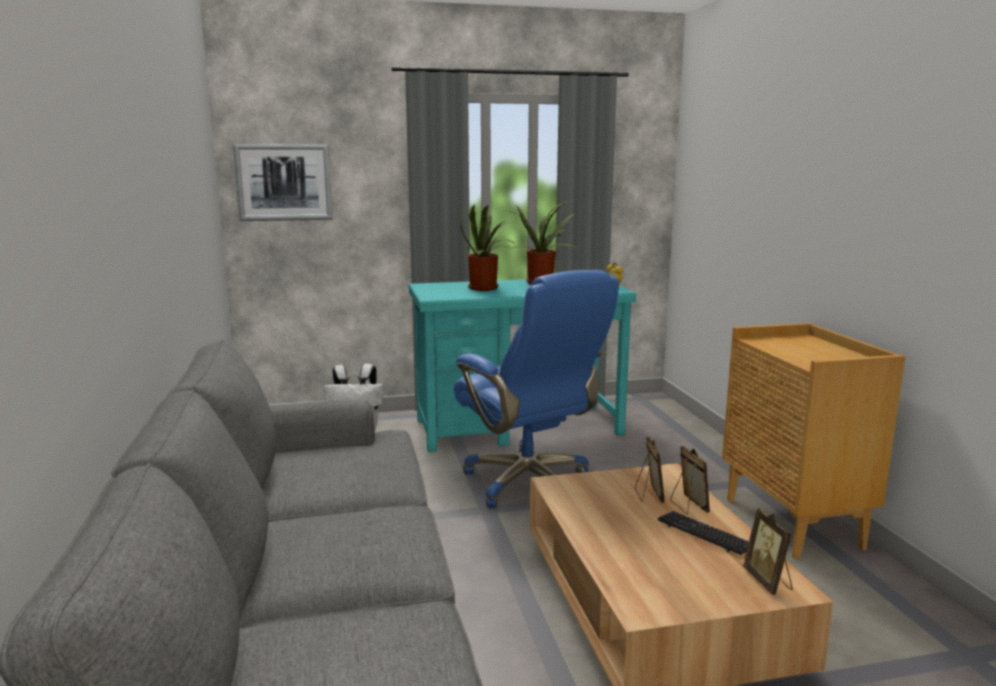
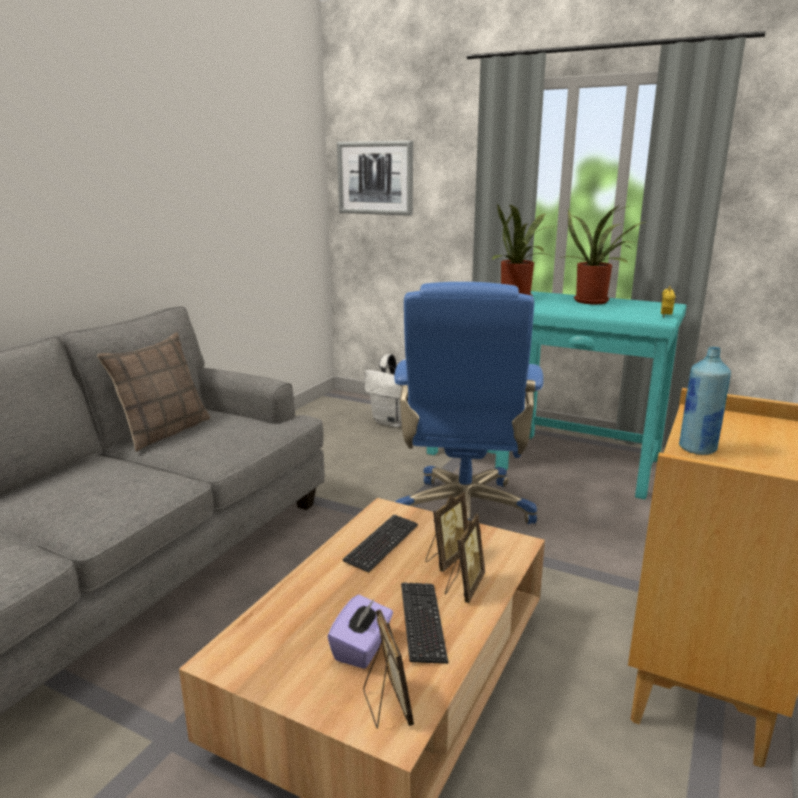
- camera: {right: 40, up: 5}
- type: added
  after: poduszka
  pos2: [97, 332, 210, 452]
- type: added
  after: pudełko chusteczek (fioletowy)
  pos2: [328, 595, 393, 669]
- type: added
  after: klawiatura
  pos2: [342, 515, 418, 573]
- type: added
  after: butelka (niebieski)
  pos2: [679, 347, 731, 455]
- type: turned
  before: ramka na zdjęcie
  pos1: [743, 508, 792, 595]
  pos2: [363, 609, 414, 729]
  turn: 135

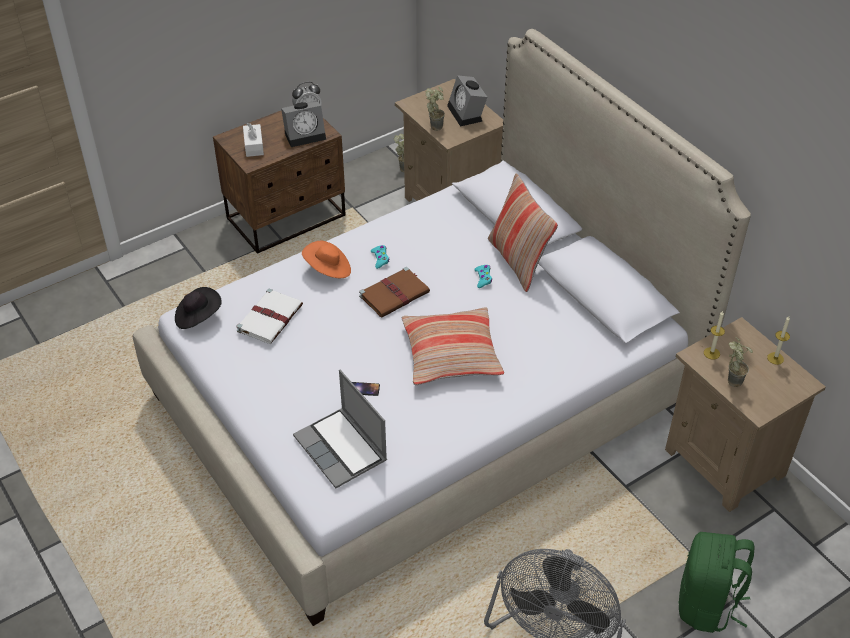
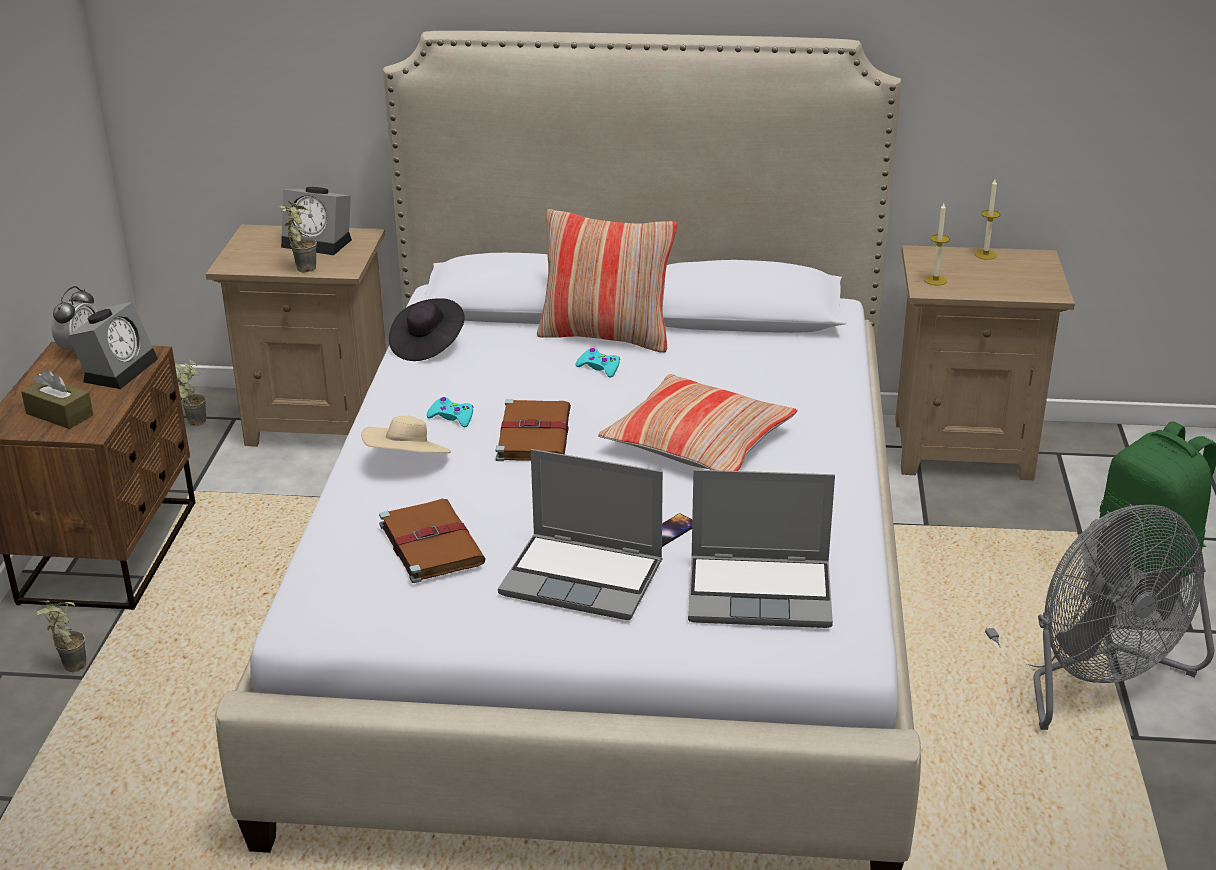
- camera: {right: -50, up: -15}
- type: added
  after: laptop
  pos2: [498, 449, 663, 620]
- type: moved
  before: kapelusz (czarny)
  pos1: [175, 287, 222, 329]
  pos2: [389, 298, 464, 361]
- type: moved
  before: roślina doniczkowa
  pos1: [728, 336, 753, 387]
  pos2: [37, 600, 87, 672]
- type: recoloured
  before: książka (biały)
  after: książka (brązowy)
  pos1: [236, 288, 303, 344]
  pos2: [379, 499, 486, 583]
- type: recoloured
  before: pudełko chusteczek (biały)
  after: pudełko chusteczek (brązowy)
  pos1: [243, 123, 264, 157]
  pos2: [21, 369, 93, 429]
- type: recoloured
  before: kapelusz (pomarańczowy)
  after: kapelusz (beżowy)
  pos1: [302, 241, 351, 278]
  pos2: [361, 415, 451, 453]

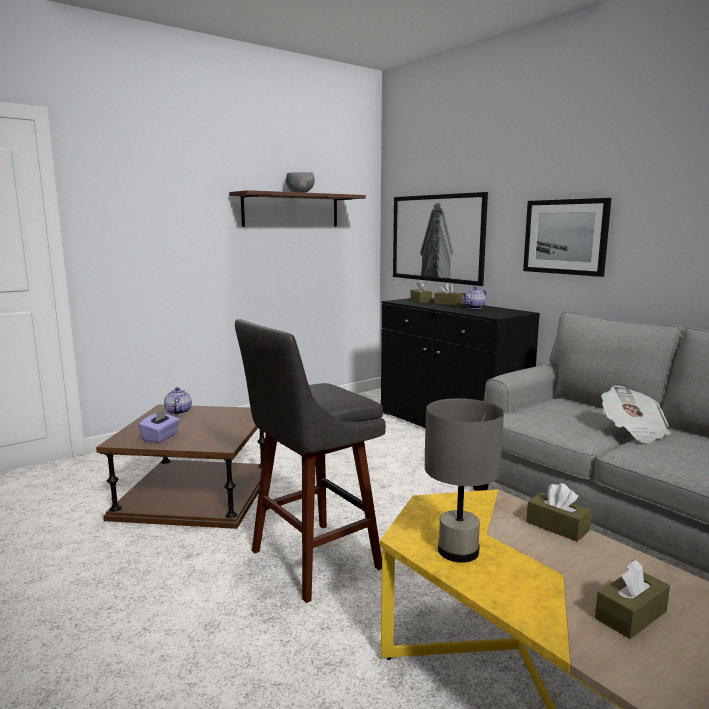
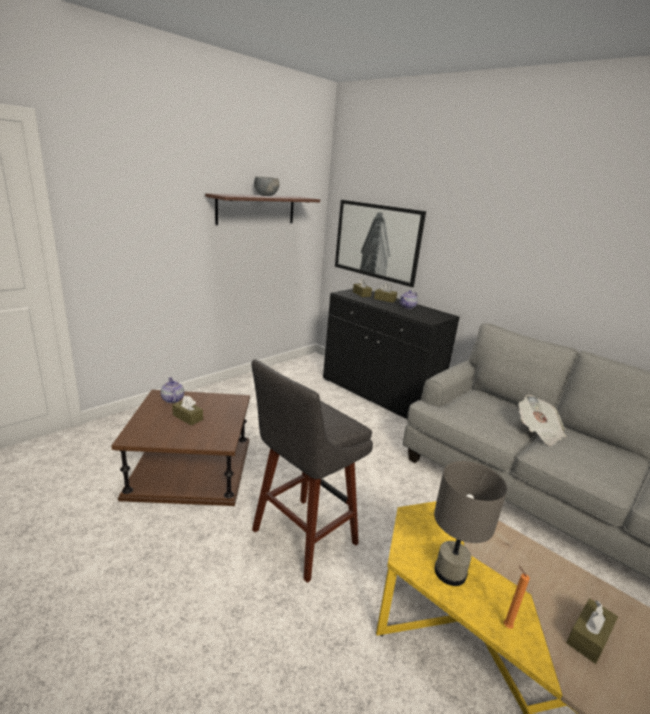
- camera: {right: -10, up: 10}
- type: removed
  before: pudełko chusteczek (fioletowy)
  pos1: [138, 408, 180, 443]
- type: removed
  before: obraz
  pos1: [523, 198, 612, 277]
- type: added
  after: świeca (pomarańczowy)
  pos2: [504, 566, 530, 629]
- type: moved
  before: pudełko chusteczek (brązowy)
  pos1: [526, 483, 592, 542]
  pos2: [172, 396, 203, 425]

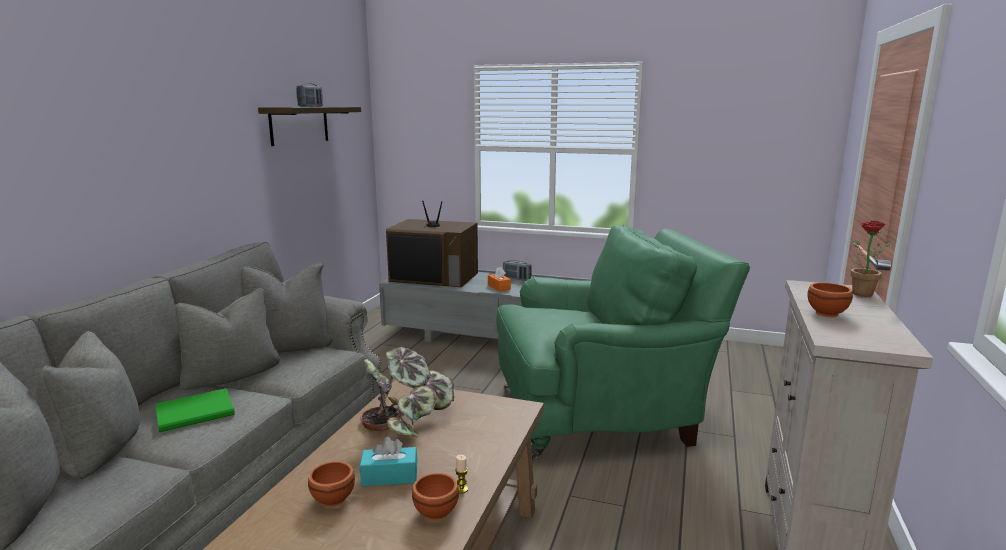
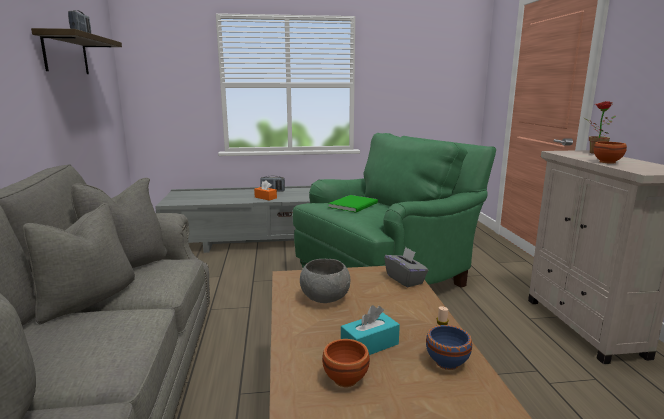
- camera: {right: -25, up: 0}
- type: removed
  before: telewizor
  pos1: [386, 200, 478, 287]
- type: added
  after: pudełko chusteczek (szary)
  pos2: [384, 247, 429, 287]
- type: moved
  before: książka (zielony)
  pos1: [156, 389, 235, 432]
  pos2: [328, 195, 378, 213]
- type: replaced
  before: roślina doniczkowa
  after: miska (szary)
  pos1: [360, 347, 454, 437]
  pos2: [300, 259, 350, 303]
- type: recoloured
  before: miska (brązowy)
  after: miska (niebieski)
  pos1: [412, 473, 459, 521]
  pos2: [426, 325, 472, 370]

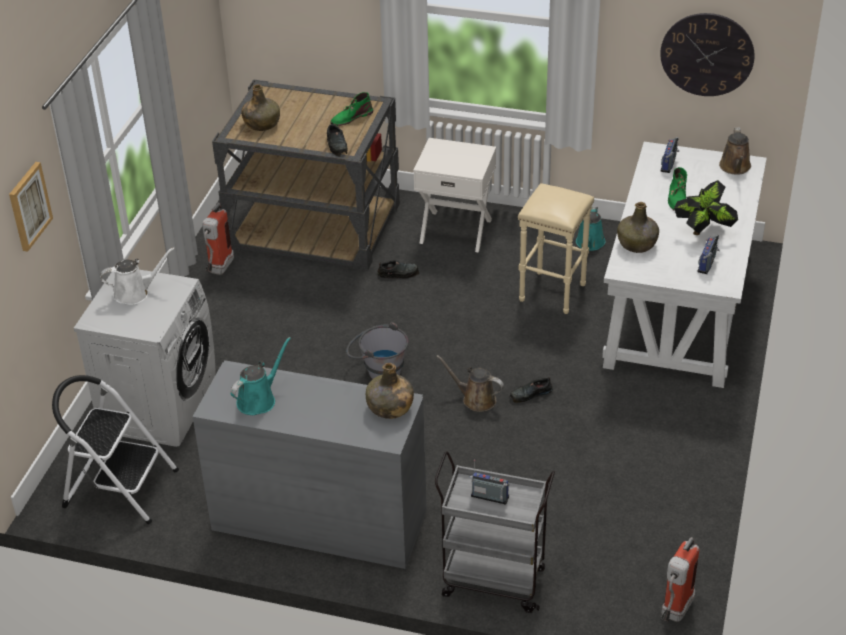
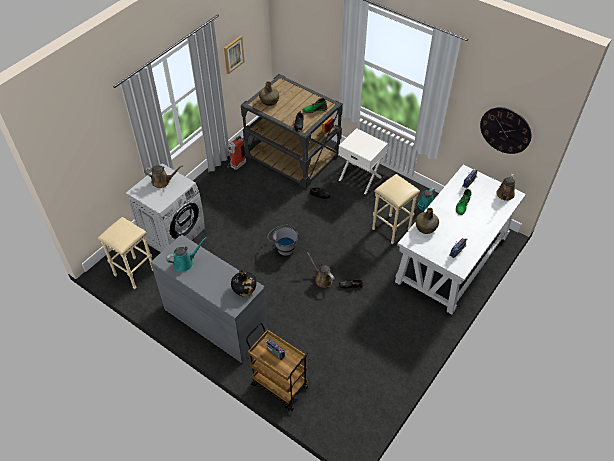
- camera: {right: 20, up: 10}
- type: removed
  before: gaśnica
  pos1: [661, 537, 699, 622]
- type: removed
  before: roślina doniczkowa
  pos1: [674, 180, 738, 235]
- type: moved
  before: obraz
  pos1: [9, 162, 53, 252]
  pos2: [224, 36, 245, 74]
- type: replaced
  before: drabinka
  after: stołek (beżowy)
  pos1: [52, 375, 179, 524]
  pos2: [98, 217, 153, 289]
- type: recoloured
  before: konewka (biały)
  after: konewka (brązowy)
  pos1: [100, 247, 175, 305]
  pos2: [144, 165, 183, 188]
- type: recoloured
  before: butelka (zielony)
  after: butelka (czarny)
  pos1: [366, 363, 414, 419]
  pos2: [231, 269, 257, 296]
- type: recoloured
  before: wózek (szary)
  after: wózek (brązowy)
  pos1: [435, 451, 555, 613]
  pos2: [246, 323, 308, 411]

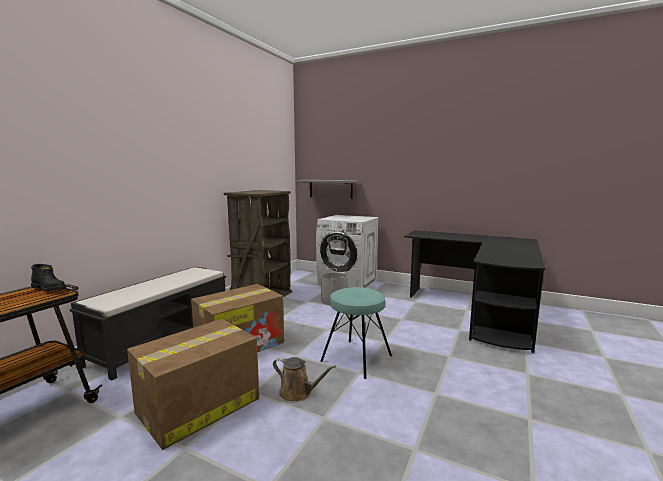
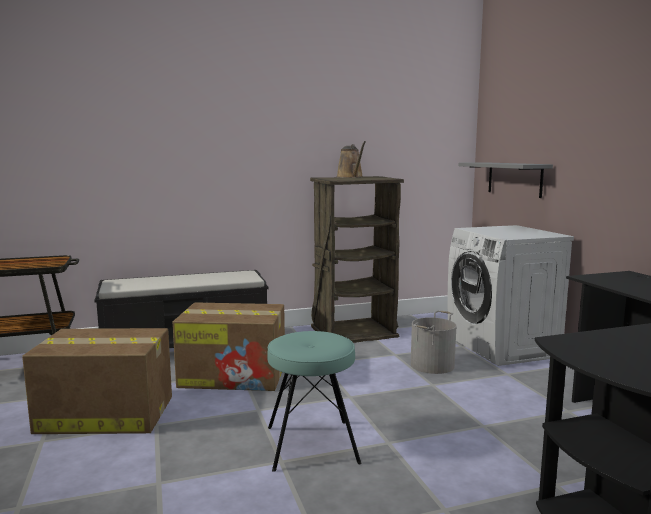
- camera: {right: 45, up: 0}
- type: removed
  before: but z cholewką (czarny)
  pos1: [31, 264, 66, 291]
- type: moved
  before: konewka (brązowy)
  pos1: [273, 357, 336, 402]
  pos2: [336, 141, 366, 178]

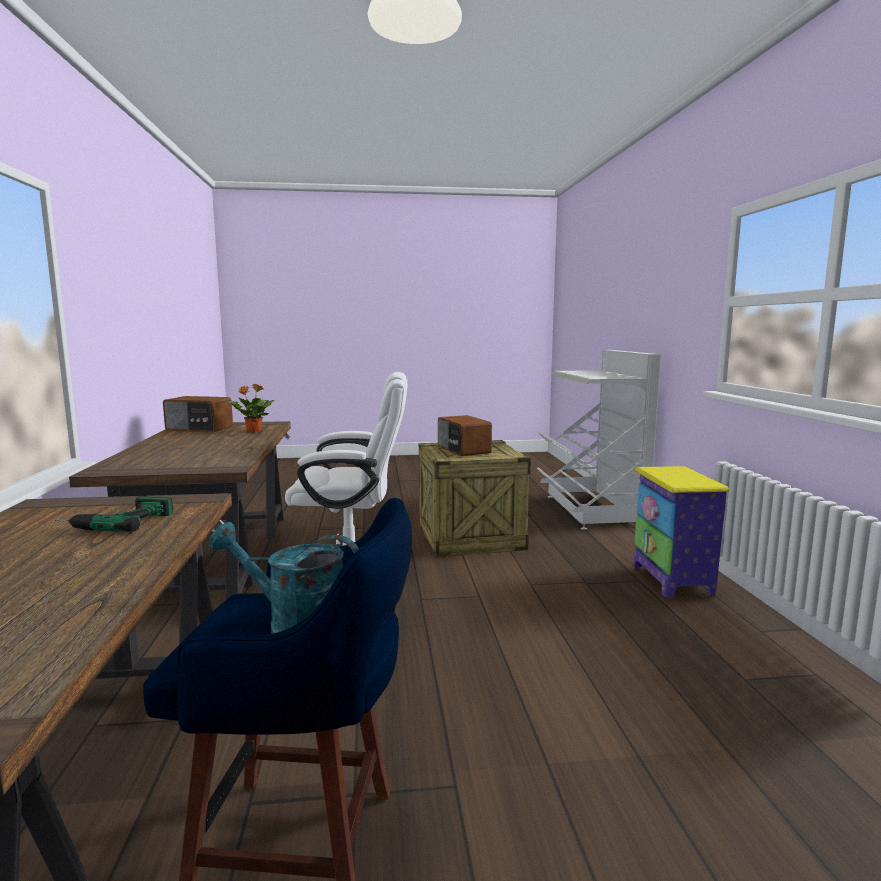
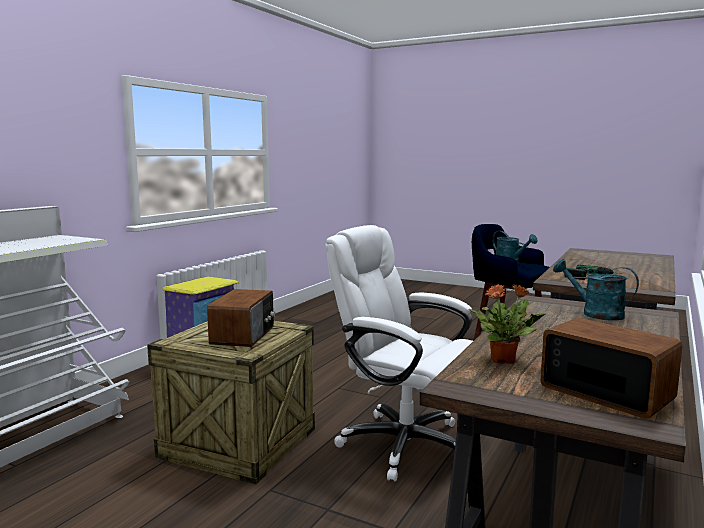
- camera: {right: -145, up: 0}
- type: added
  after: konewka (turkusowy)
  pos2: [553, 259, 639, 320]

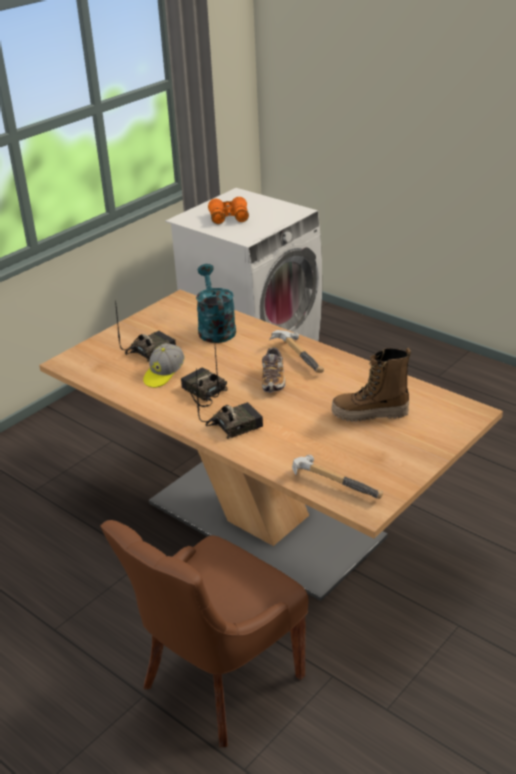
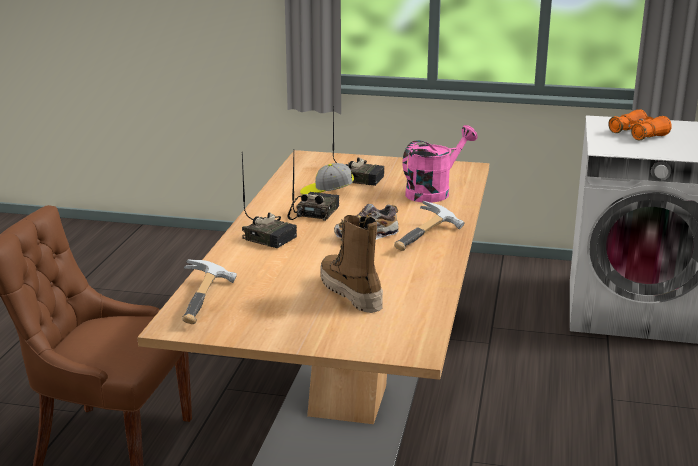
- camera: {right: 60, up: -10}
- type: recoloured
  before: konewka (turkusowy)
  after: konewka (różowy)
  pos1: [196, 264, 236, 343]
  pos2: [402, 125, 477, 203]

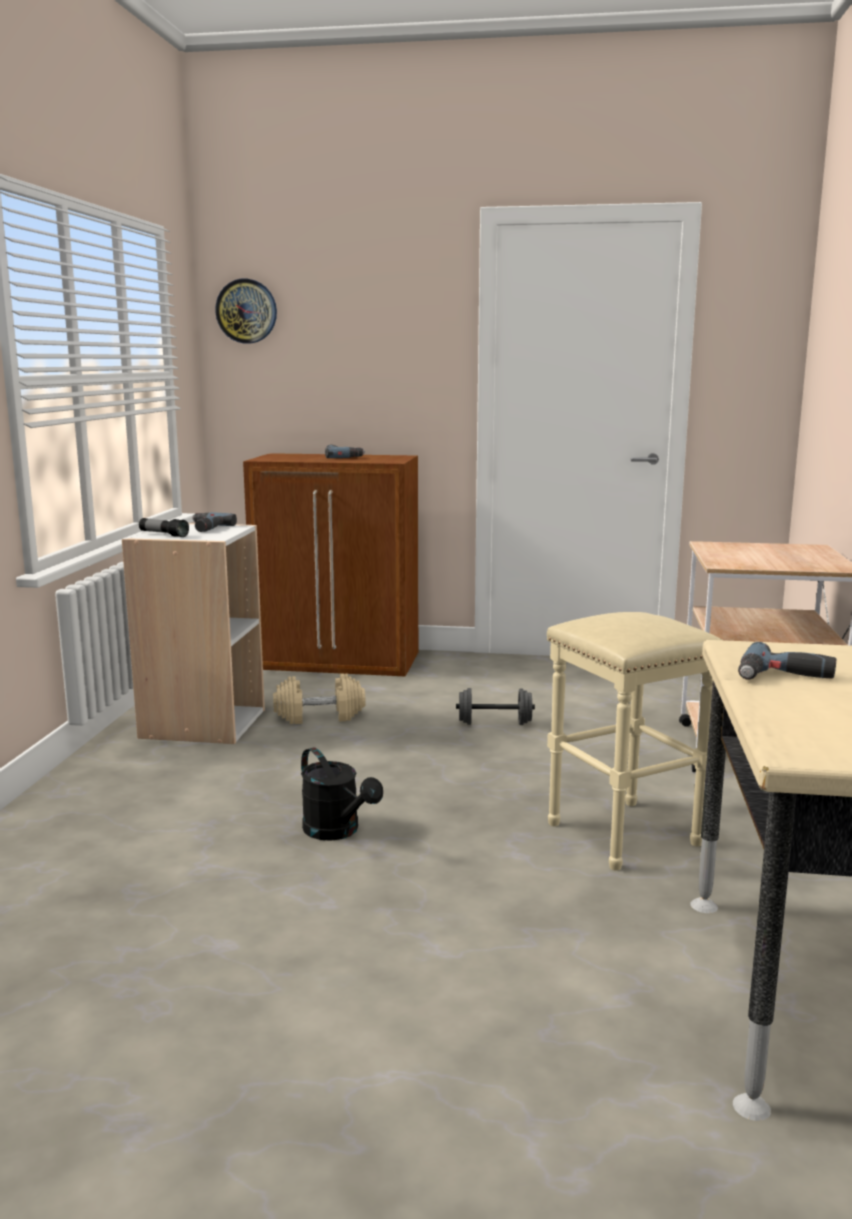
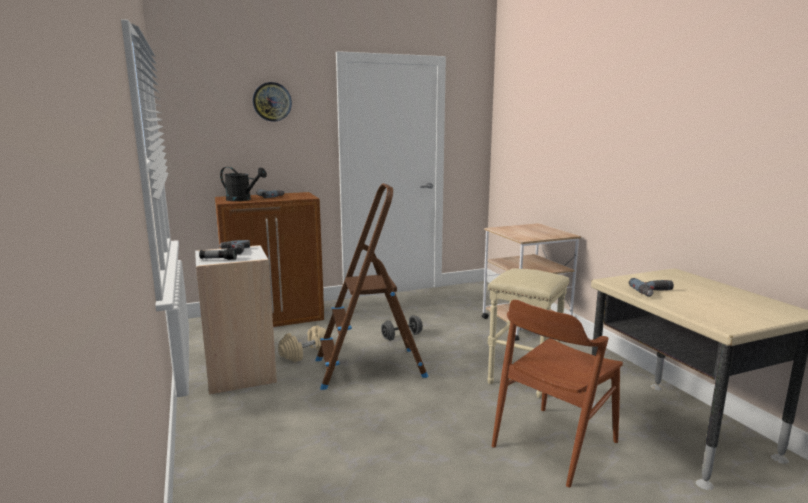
- camera: {right: -30, up: 0}
- type: added
  after: drabinka (brązowy)
  pos2: [315, 183, 428, 390]
- type: added
  after: krzesło (brązowy)
  pos2: [492, 300, 623, 487]
- type: moved
  before: zegar ścienny
  pos1: [215, 279, 277, 343]
  pos2: [253, 82, 292, 121]
- type: moved
  before: konewka (czarny)
  pos1: [301, 747, 383, 841]
  pos2: [220, 167, 267, 201]

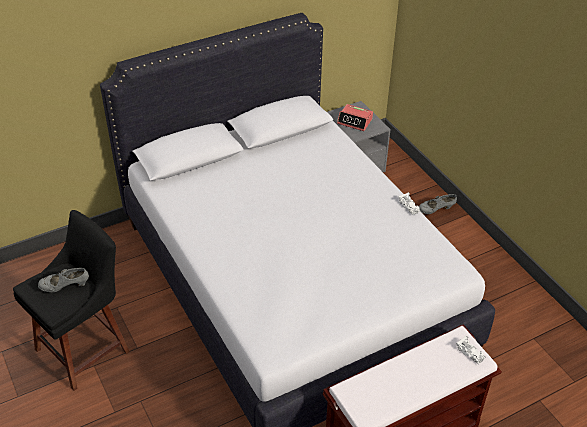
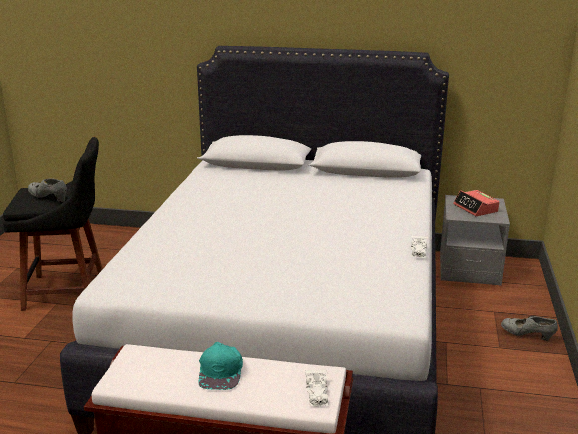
- camera: {right: 40, up: -20}
- type: added
  after: czapka z daszkiem (turkusowy)
  pos2: [199, 342, 243, 390]

